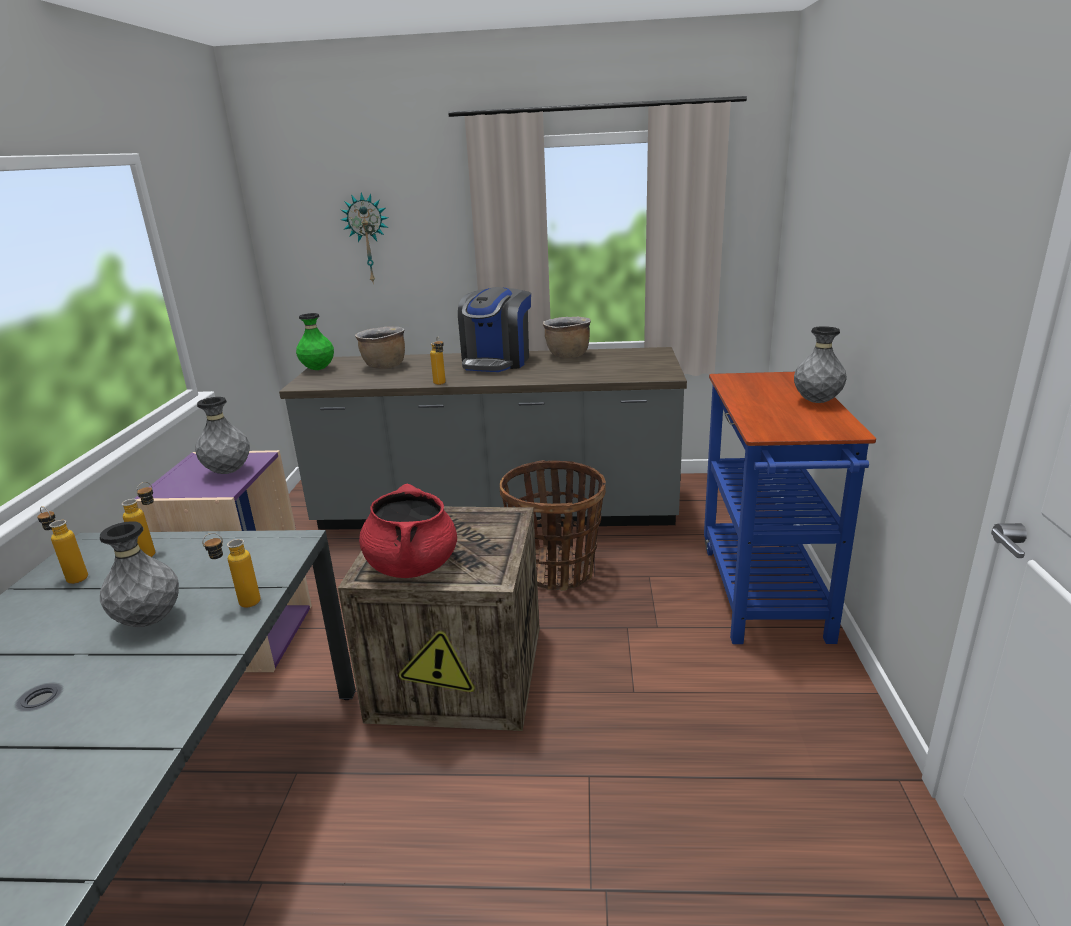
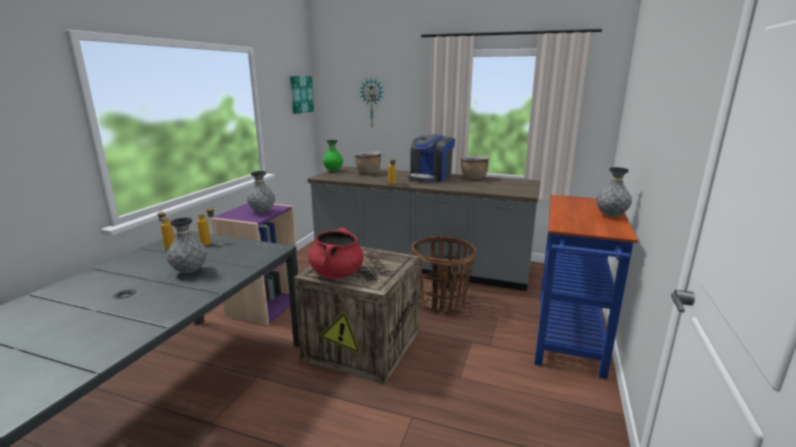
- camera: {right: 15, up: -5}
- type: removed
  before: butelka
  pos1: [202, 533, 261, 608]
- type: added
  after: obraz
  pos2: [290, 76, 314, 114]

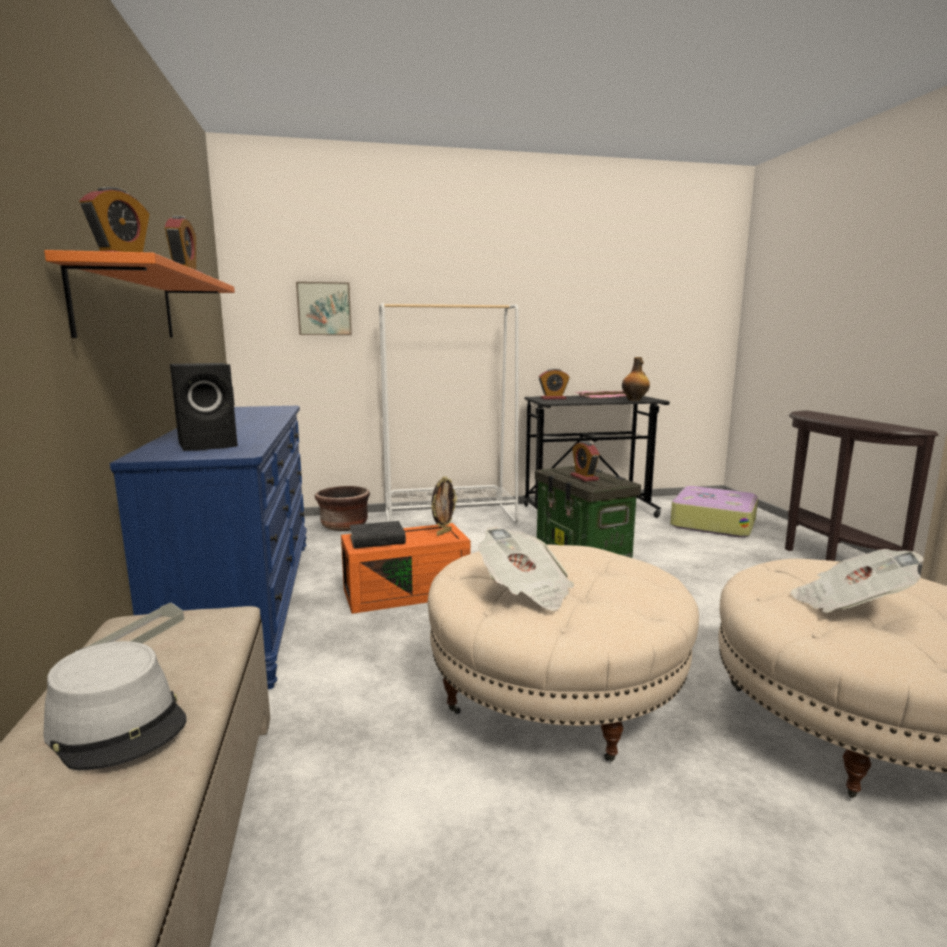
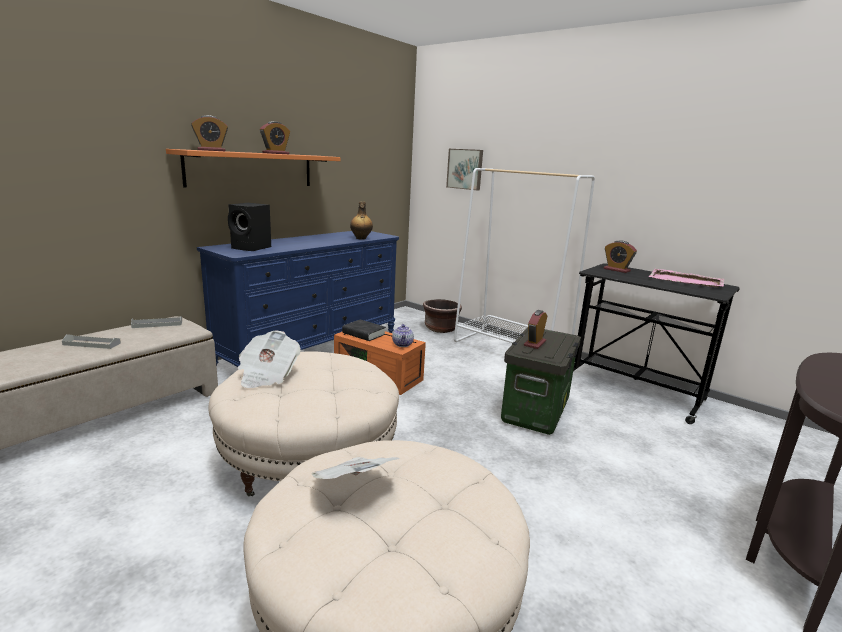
- camera: {right: 50, up: 5}
- type: removed
  before: walizka
  pos1: [670, 486, 758, 538]
- type: moved
  before: butelka
  pos1: [622, 357, 650, 401]
  pos2: [350, 202, 373, 240]
- type: replaced
  before: kapelusz (szary)
  after: taca (szary)
  pos1: [43, 641, 187, 771]
  pos2: [62, 334, 121, 349]
- type: replaced
  before: ramka na zdjęcie
  after: imbryk
  pos1: [431, 476, 457, 536]
  pos2: [392, 324, 414, 347]

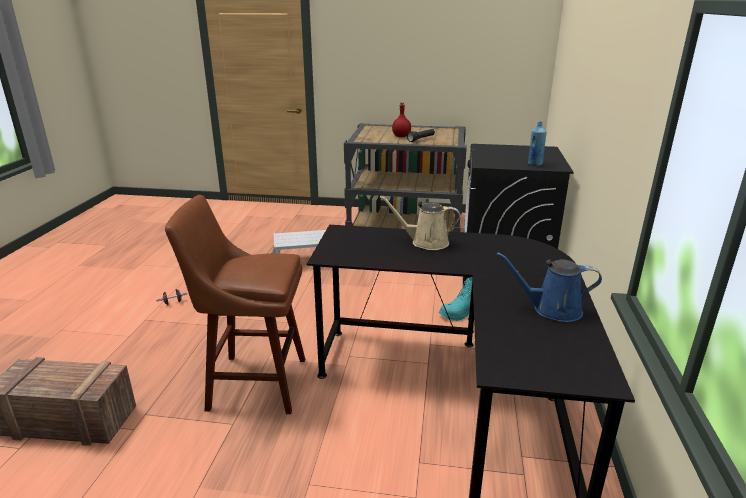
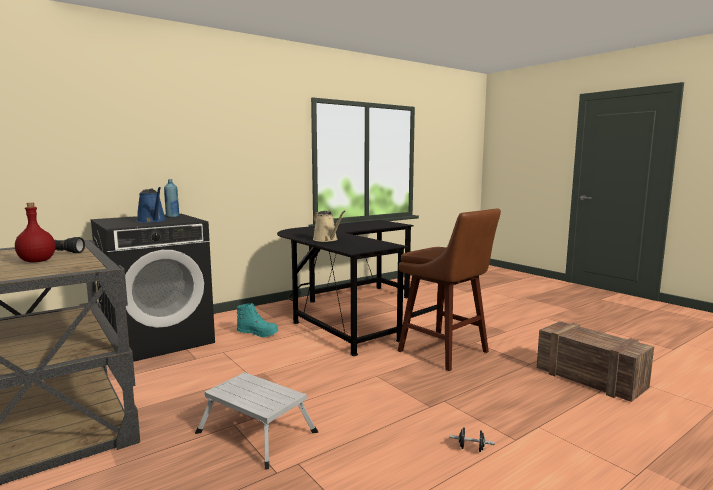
- camera: {right: -135, up: -15}
- type: moved
  before: konewka (niebieski)
  pos1: [496, 252, 602, 322]
  pos2: [136, 187, 166, 223]

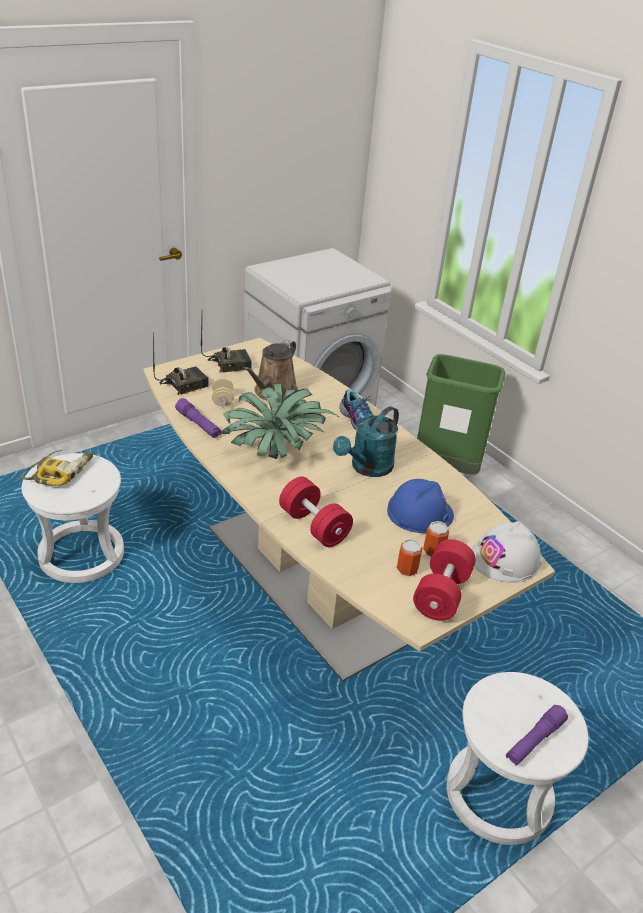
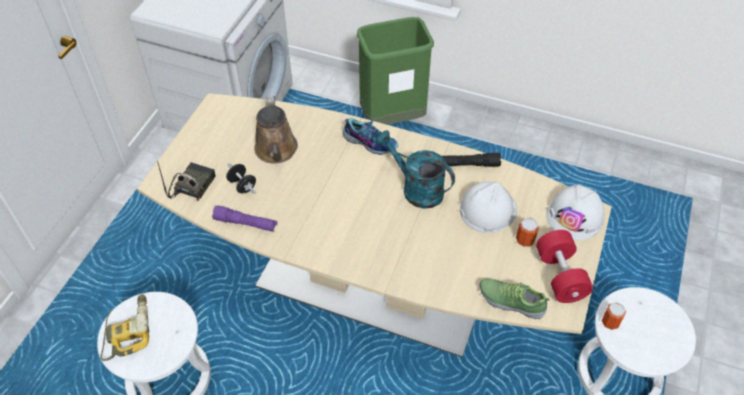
- camera: {right: -30, up: 15}
- type: removed
  before: radio
  pos1: [201, 320, 252, 373]
- type: removed
  before: roślina doniczkowa
  pos1: [221, 383, 340, 459]
- type: removed
  before: hantel (czerwony)
  pos1: [279, 477, 353, 547]
- type: removed
  before: latarka (fioletowy)
  pos1: [506, 705, 568, 766]
- type: added
  after: latarka (czarny)
  pos2: [442, 153, 501, 167]
- type: added
  after: but
  pos2: [480, 278, 550, 319]
- type: moved
  before: puszka
  pos1: [397, 539, 423, 577]
  pos2: [602, 302, 626, 330]
- type: recoloured
  before: hantel (beżowy)
  after: hantel (czarny)
  pos1: [212, 378, 234, 407]
  pos2: [226, 163, 256, 194]
- type: recoloured
  before: kask (niebieski)
  after: kask (biały)
  pos1: [387, 479, 454, 533]
  pos2: [460, 182, 517, 233]
- type: turned
  before: konewka (turkusowy)
  pos1: [333, 406, 399, 477]
  pos2: [375, 130, 455, 209]
  turn: 120

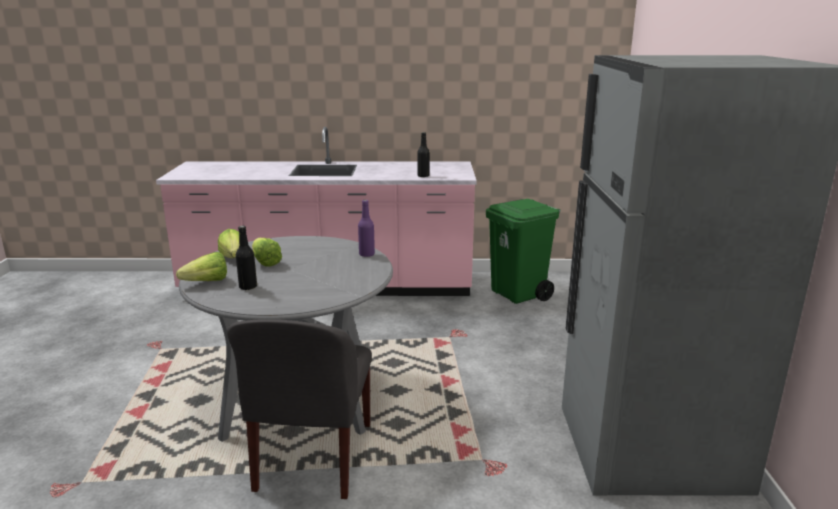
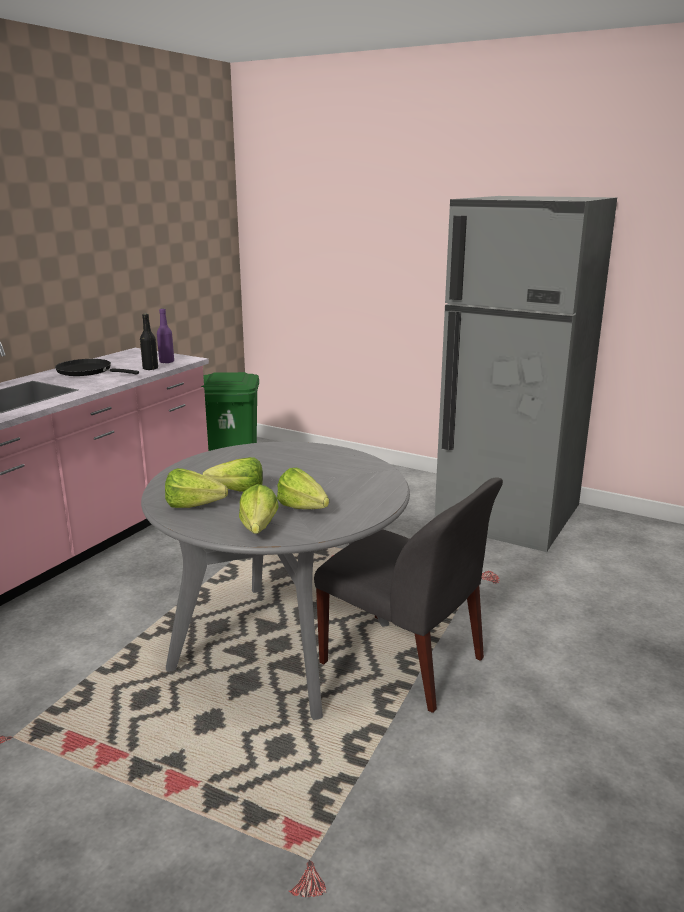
- camera: {right: -60, up: 0}
- type: added
  after: patelnia (czarny)
  pos2: [55, 359, 139, 376]
- type: moved
  before: butelka (fioletowy)
  pos1: [358, 200, 375, 257]
  pos2: [157, 308, 174, 363]
- type: replaced
  before: butelka (czarny)
  after: sałata
  pos1: [236, 226, 257, 290]
  pos2: [277, 468, 329, 509]

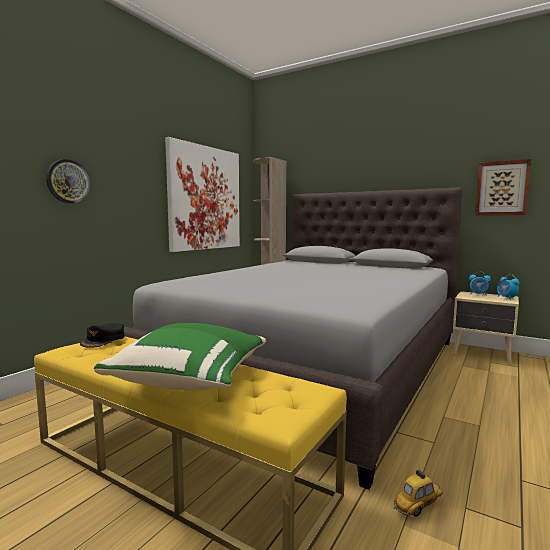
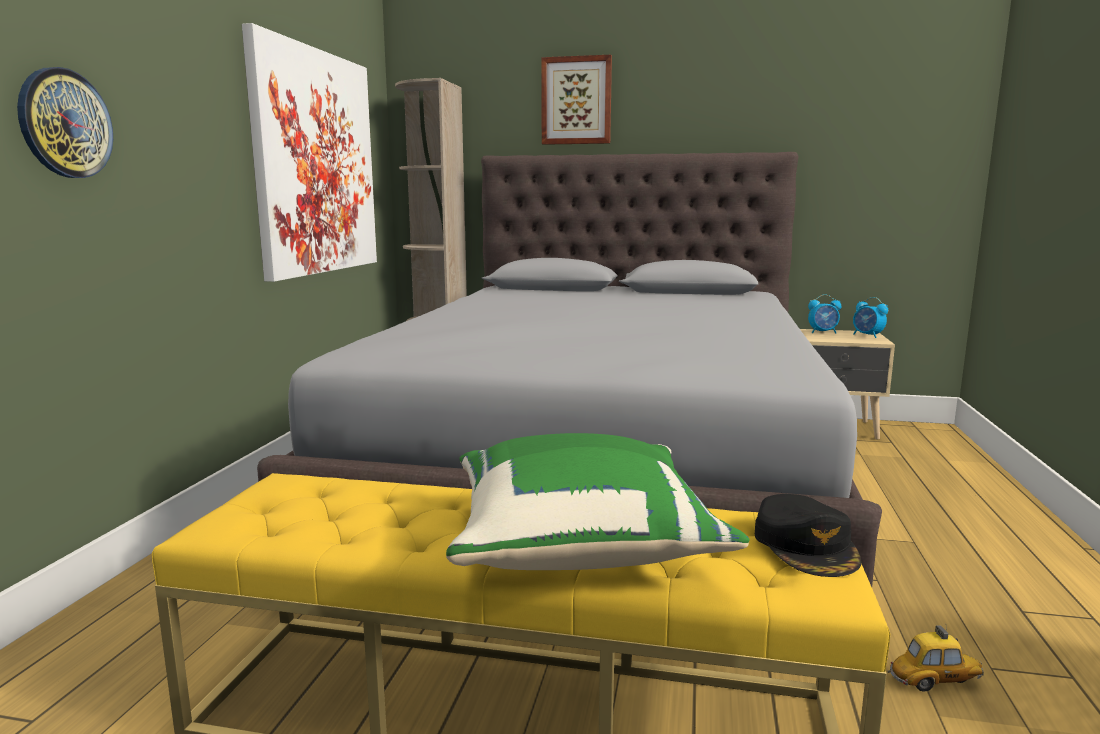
- camera: {right: -20, up: 5}
- type: moved
  before: czapka z daszkiem (czarny)
  pos1: [80, 323, 125, 348]
  pos2: [755, 494, 862, 577]
- type: moved
  before: obraz
  pos1: [475, 159, 531, 216]
  pos2: [541, 55, 612, 145]
- type: turned
  before: samochodzik
  pos1: [394, 469, 443, 517]
  pos2: [888, 625, 984, 692]
  turn: 45

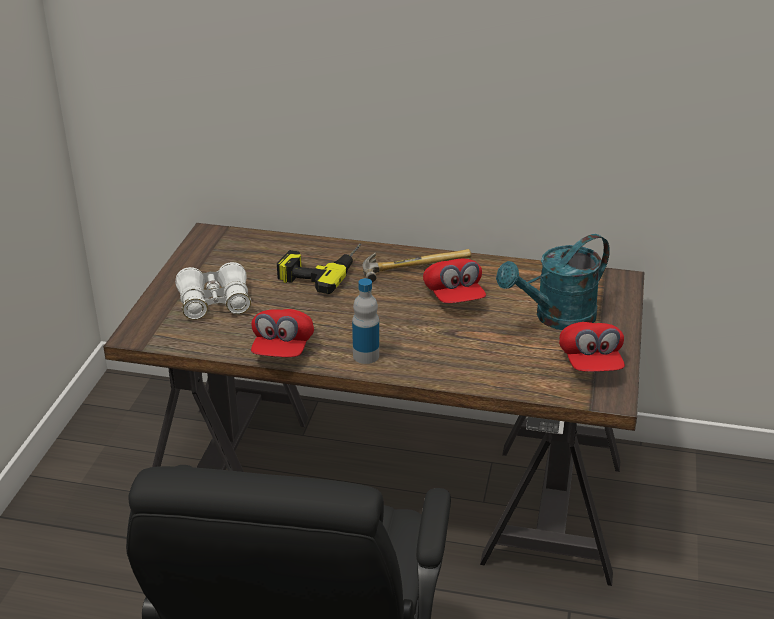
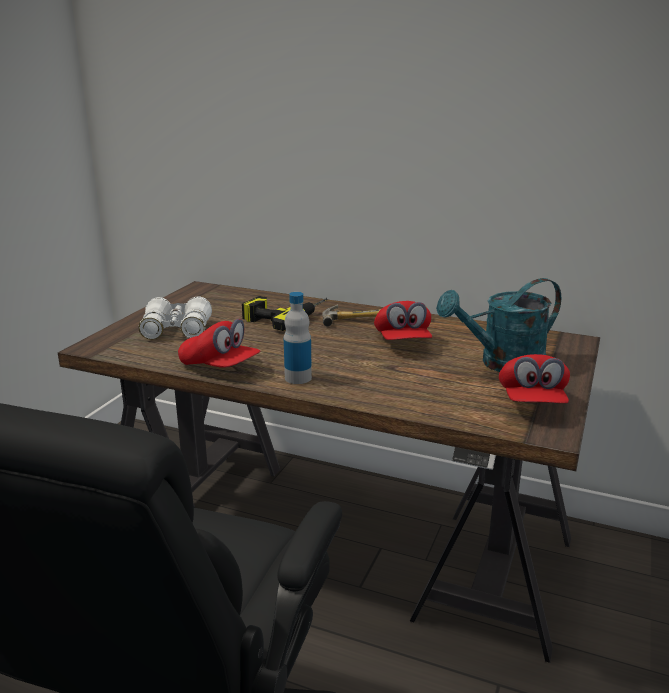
- camera: {right: 10, up: -10}
- type: turned
  before: czapka z daszkiem (czerwony)
  pos1: [251, 309, 314, 357]
  pos2: [178, 319, 260, 368]
  turn: -75

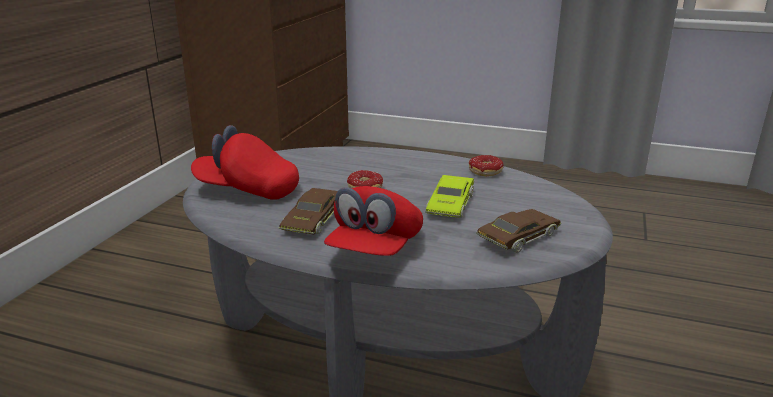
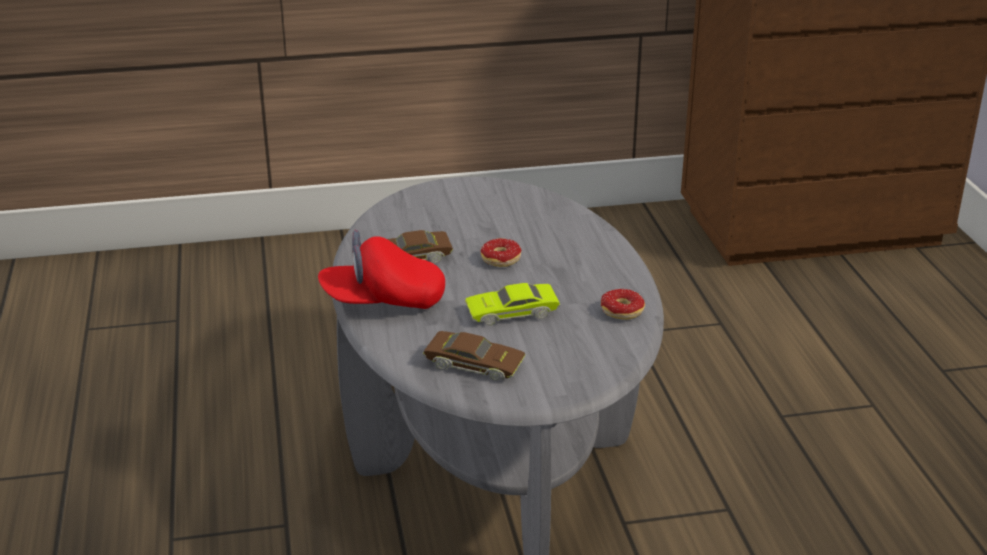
- camera: {right: 60, up: 5}
- type: removed
  before: czapka z daszkiem (czerwony)
  pos1: [191, 125, 299, 200]

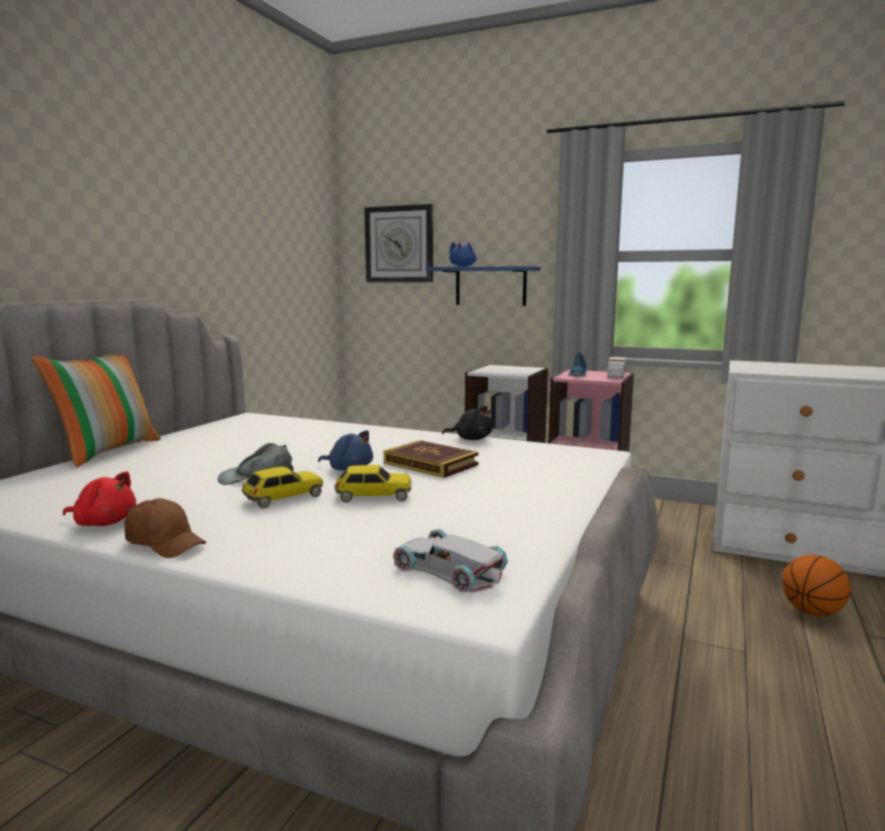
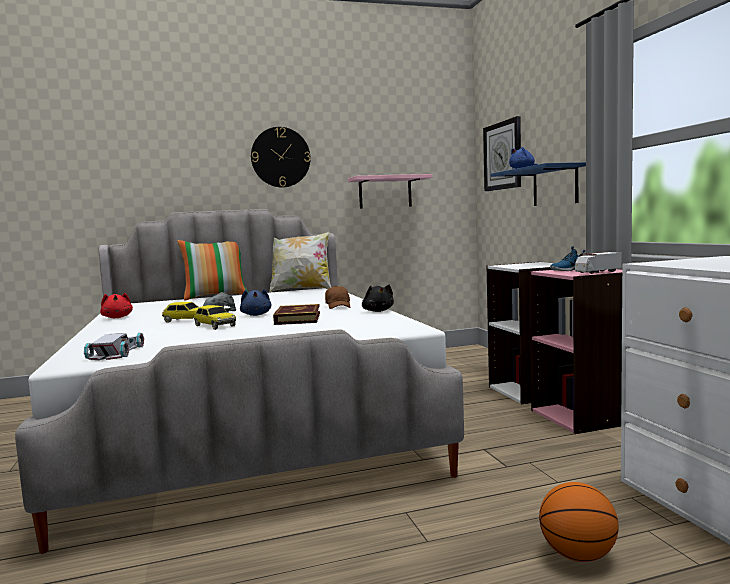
- camera: {right: 50, up: -5}
- type: added
  after: zegar ścienny
  pos2: [251, 127, 311, 187]
- type: added
  after: poduszka
  pos2: [269, 232, 331, 292]
- type: added
  after: półka (różowy)
  pos2: [348, 174, 433, 208]
- type: moved
  before: czapka z daszkiem (brązowy)
  pos1: [124, 498, 207, 558]
  pos2: [325, 286, 350, 309]

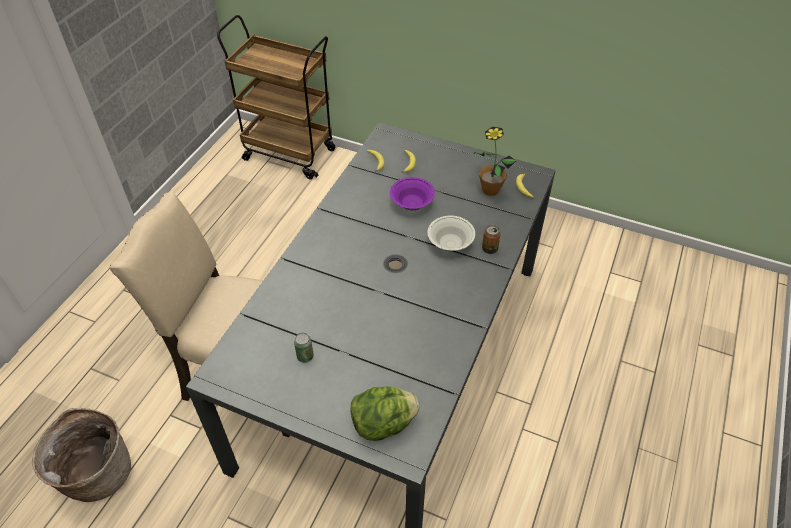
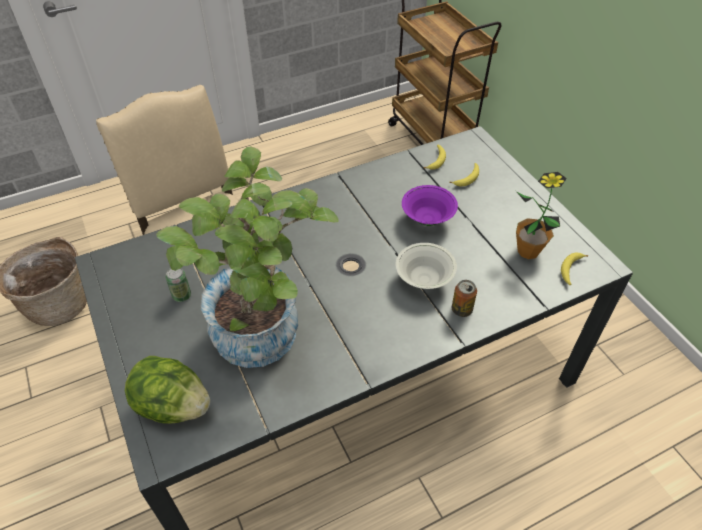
- camera: {right: 40, up: 0}
- type: added
  after: roślina doniczkowa
  pos2: [156, 146, 339, 368]

